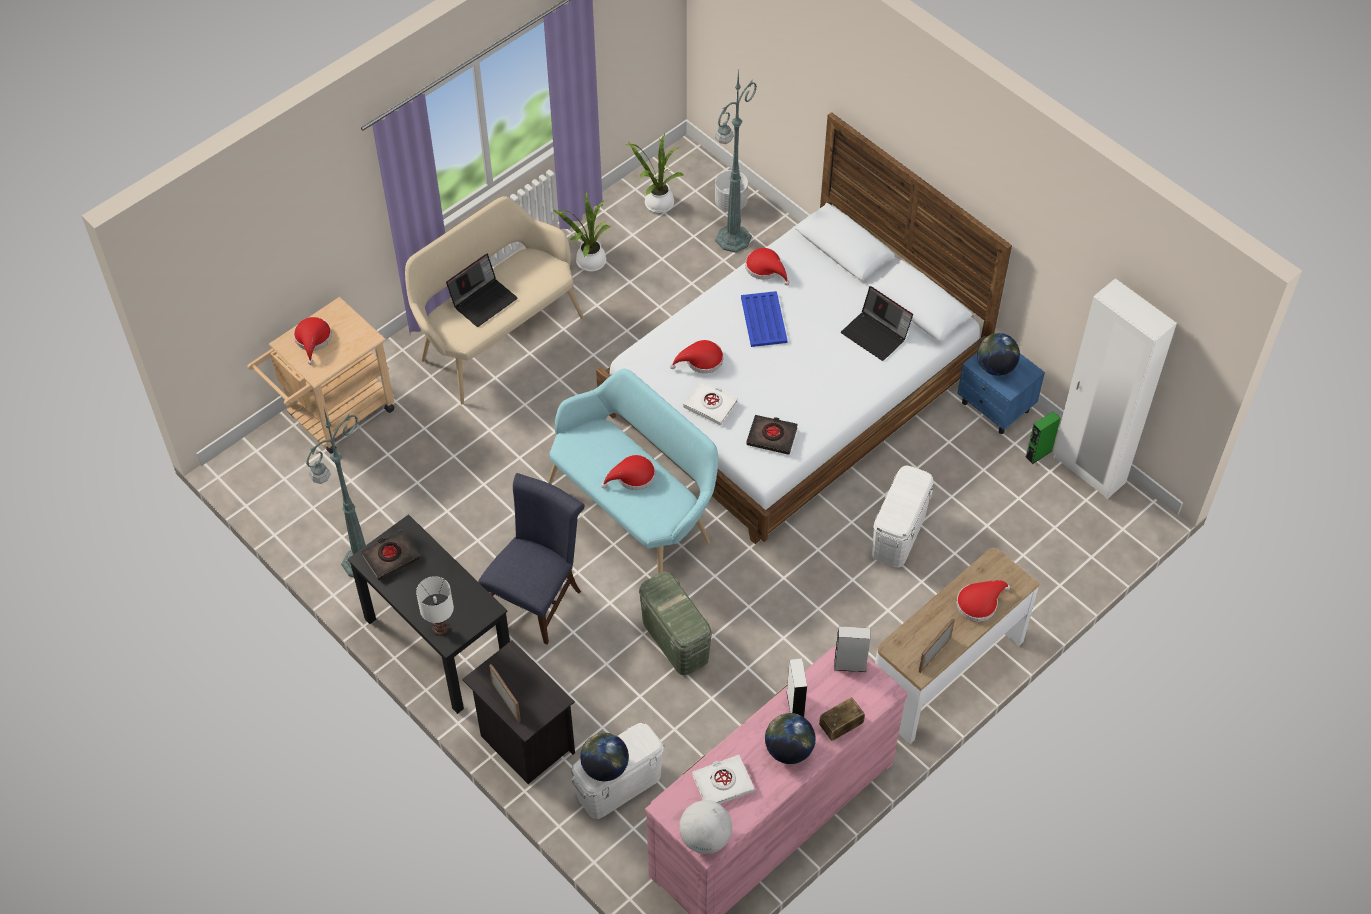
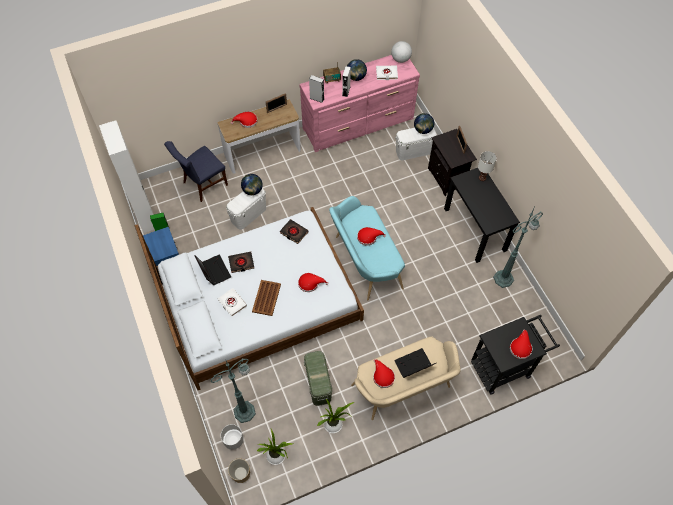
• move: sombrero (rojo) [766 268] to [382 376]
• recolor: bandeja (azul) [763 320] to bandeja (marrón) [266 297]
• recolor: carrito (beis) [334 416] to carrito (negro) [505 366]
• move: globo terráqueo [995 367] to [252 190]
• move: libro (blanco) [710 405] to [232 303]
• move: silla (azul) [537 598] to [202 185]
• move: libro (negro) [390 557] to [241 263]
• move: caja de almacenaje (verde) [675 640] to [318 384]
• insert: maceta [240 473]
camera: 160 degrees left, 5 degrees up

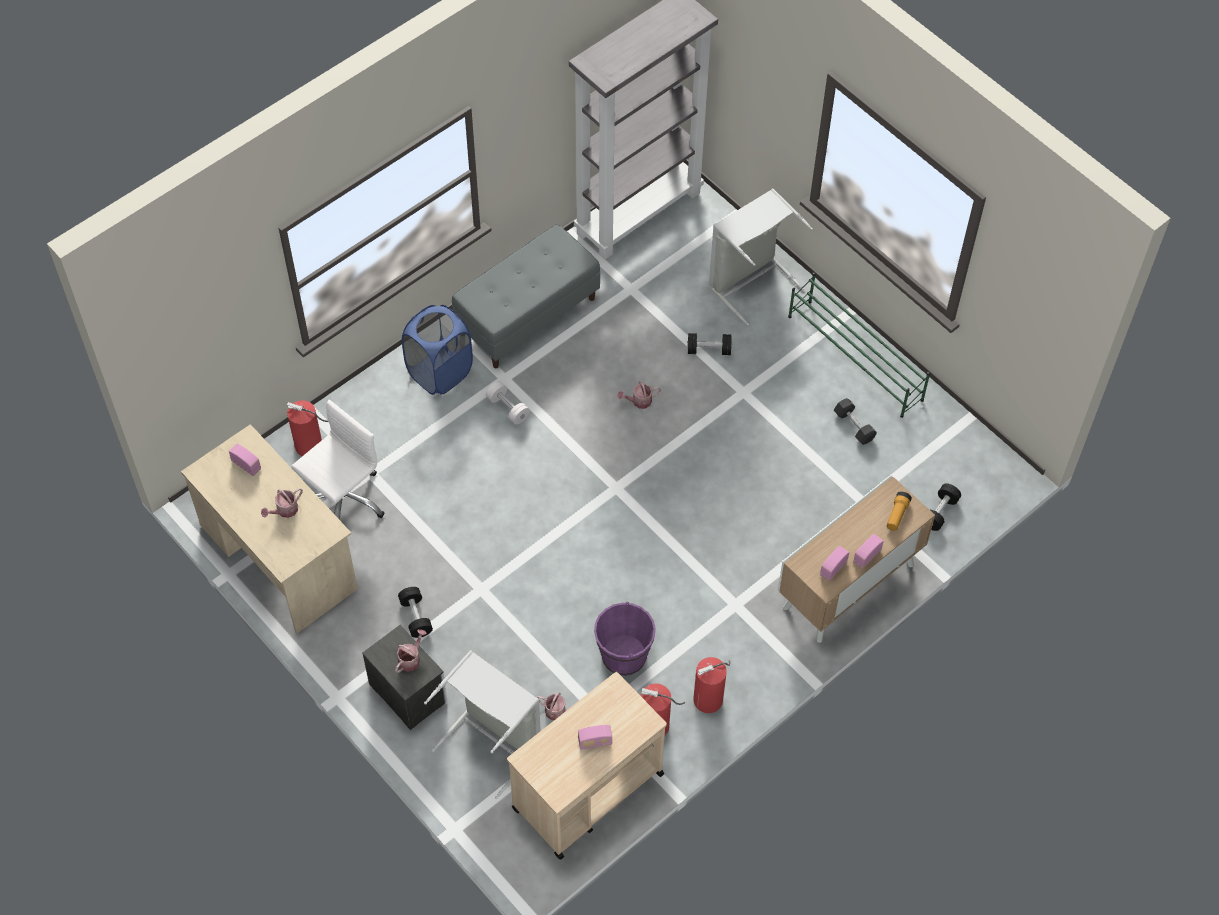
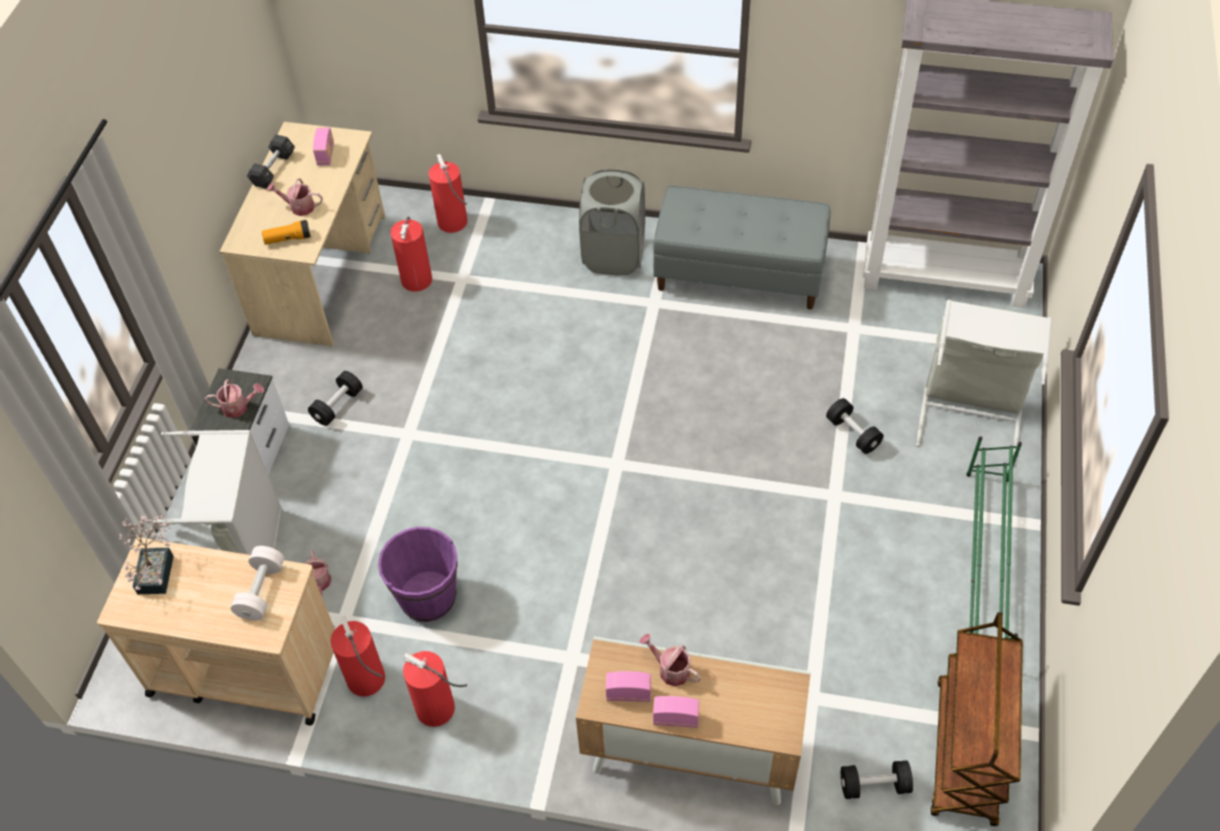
• recolor: cesto de la ropa (azul) [440 372] to cesto de la ropa (gris) [614 255]
• move: mancuerna (blanco) [508 408] to [261 591]
• move: regadera [639 401] to [670 669]
• move: mancuerna (negro) [854 426] to [273 169]
• replace: silla de oficina (blanco) [343 500] to extintor [417 278]
• move: linterna [897 515] to [288 239]
• delete: radio [595 742]
• insert: planta en maceta [157 569]
• insert: carrito (marrón) [966 753]
camera: 55 degrees right, 5 degrees down

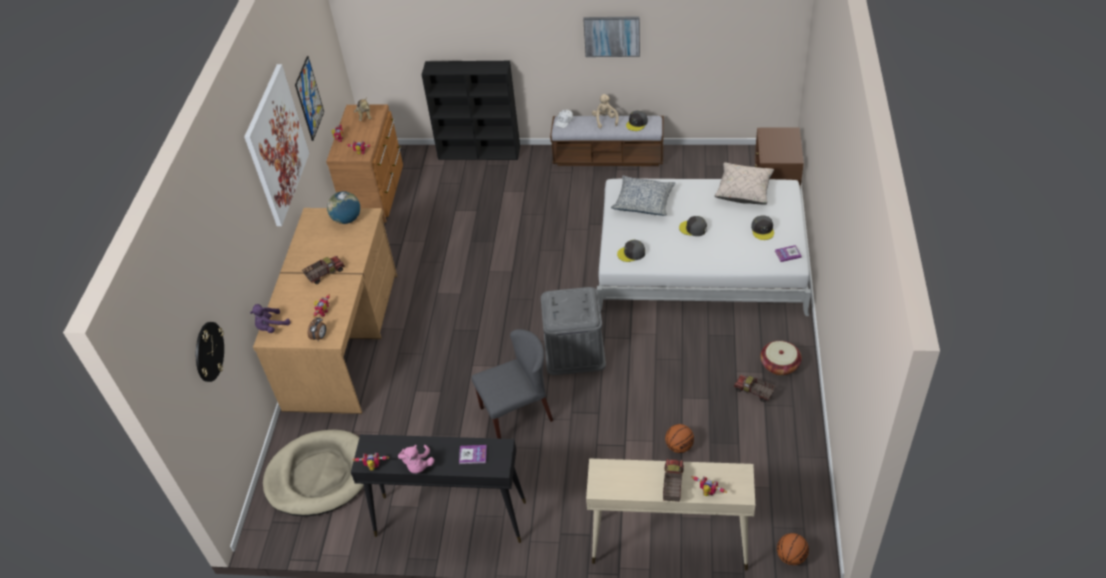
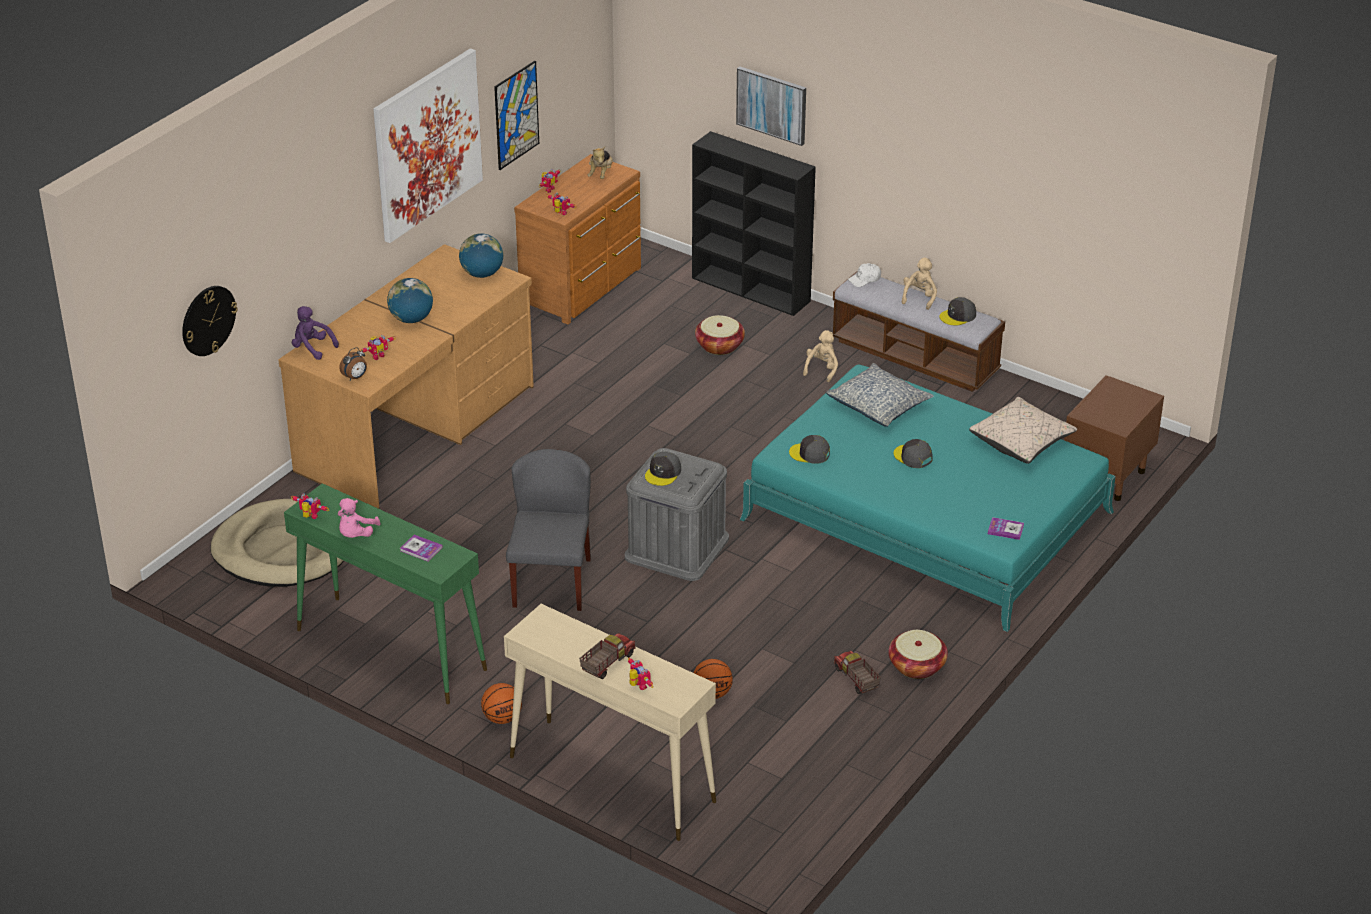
• move: cuadro [612 36] to [772 105]
• recolor: cama (blanco) [700 259] to cama (turquesa) [926 516]
• move: gorra (gris) [762 230] to [663 473]
• replace: camión de juguete [325 274] to globo terráqueo [411 319]
• rotate: peluche (morado) [271 327] = [312 348] 45 degrees clockwise
• rotate: silla (gris) [516 413] = [551 582] 90 degrees counterclockwise
• recolor: mesa consola (negro) [449 519] to mesa consola (verde) [390 649]
• move: balón de baloncesto [791 557] to [502 718]
• insert: cesta [719 346]
• insert: peluche (beis) [822 369]
camera: 25 degrees right, 10 degrees down

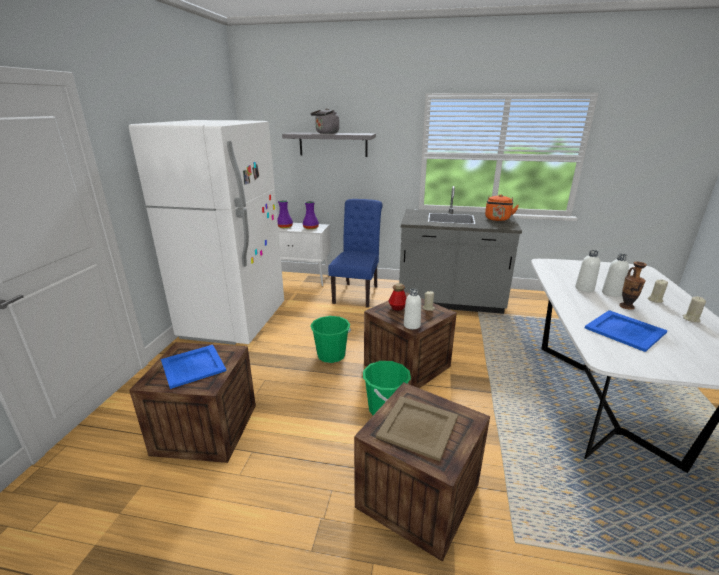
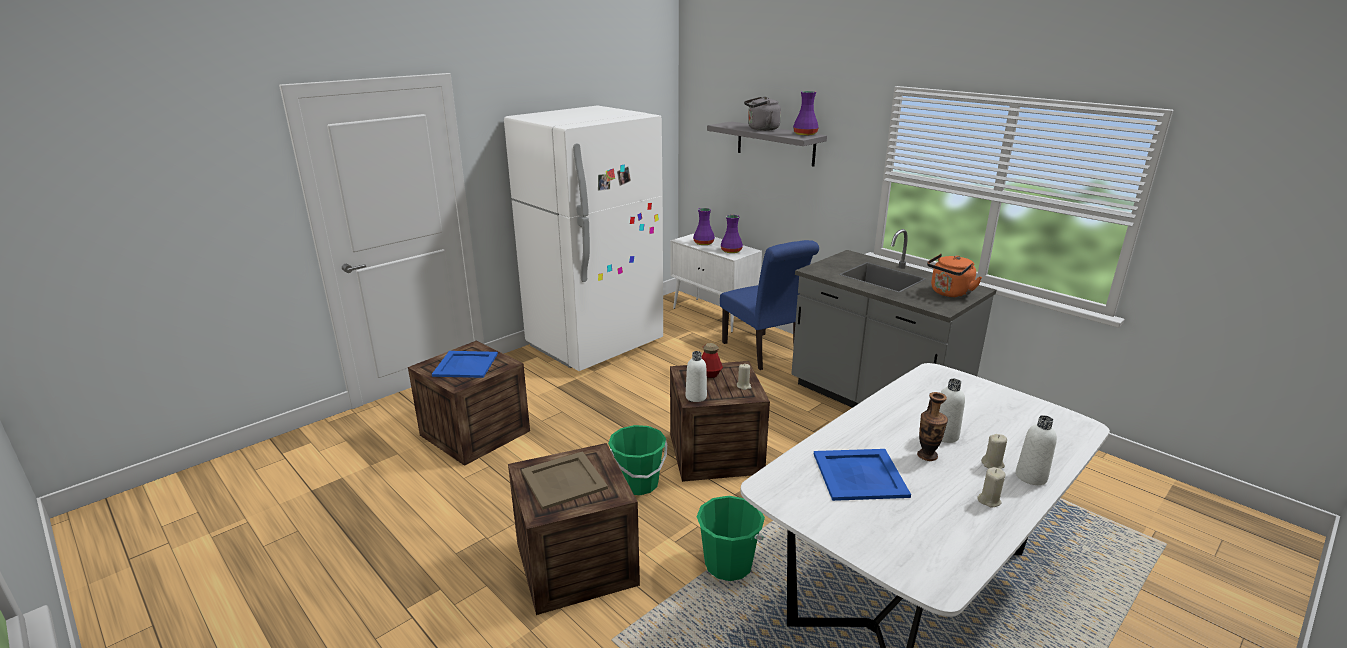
• rotate: silla (azul) [357 293] = [763 353] 105 degrees clockwise
• move: botella (blanco) [584 289] to [1031 477]
• move: cubo (verde) [331 355] to [728 564]
• insert: florero (morado) [805 134]
camera: 35 degrees right, 0 degrees up

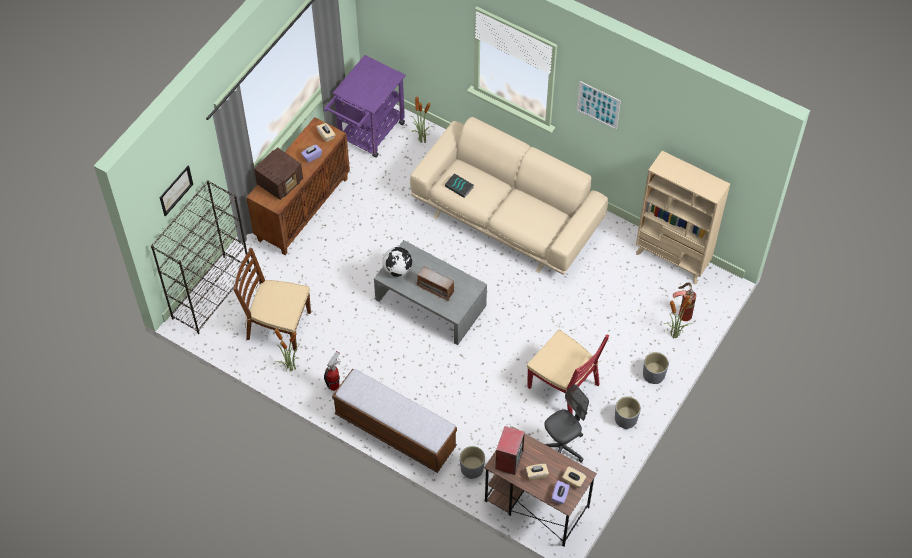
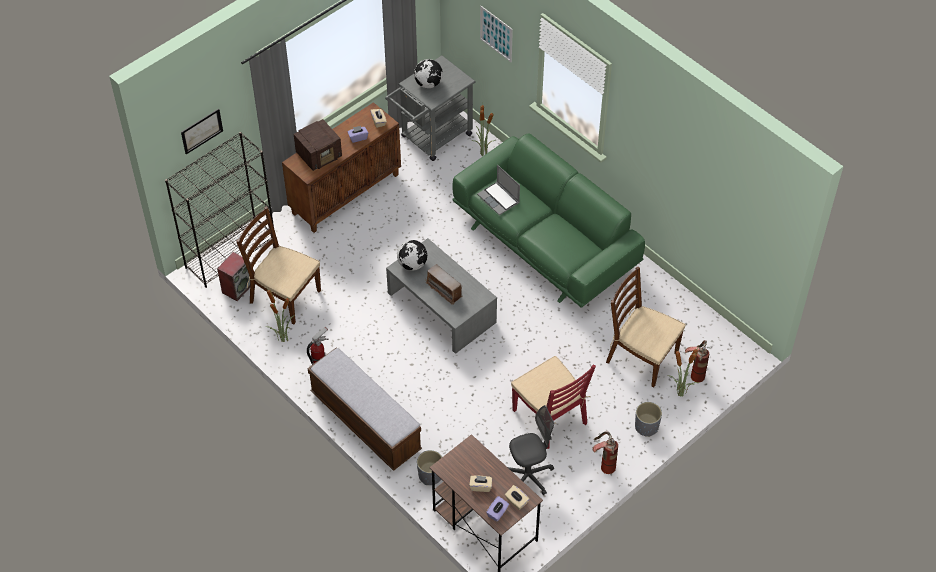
• recolor: carrito (morado) [368 135] to carrito (gris) [432 138]
• move: cuadro [598 105] to [496 33]
• recolor: sofá (beis) [508 216] to sofá (verde) [546 242]
• delete: estantería (beis) [672 259]
• replace: libro [459 186] to portátil [499 199]
• replace: maceta (gris) [626 419] to extintor [603 463]
• move: altavoz [509 459] to [237 288]
• insert: globo terráqueo [428 84]
• insert: silla (marrón) [641 357]
camera: 15 degrees right, 5 degrees down

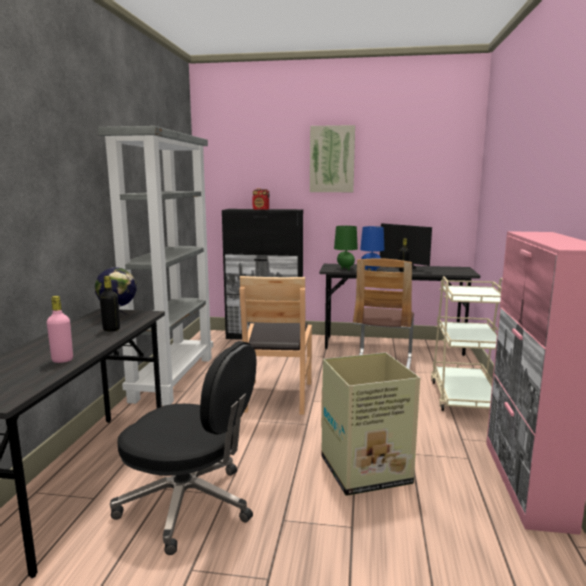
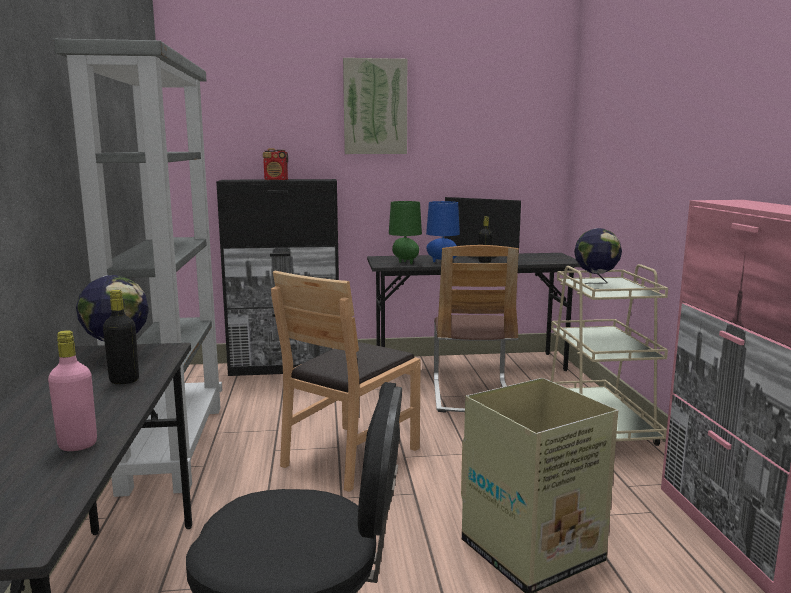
• rotate: silla (marrón) [277 396] = [350 456] 45 degrees clockwise
• insert: globo terráqueo [595 285]
camera: 15 degrees left, 0 degrees up

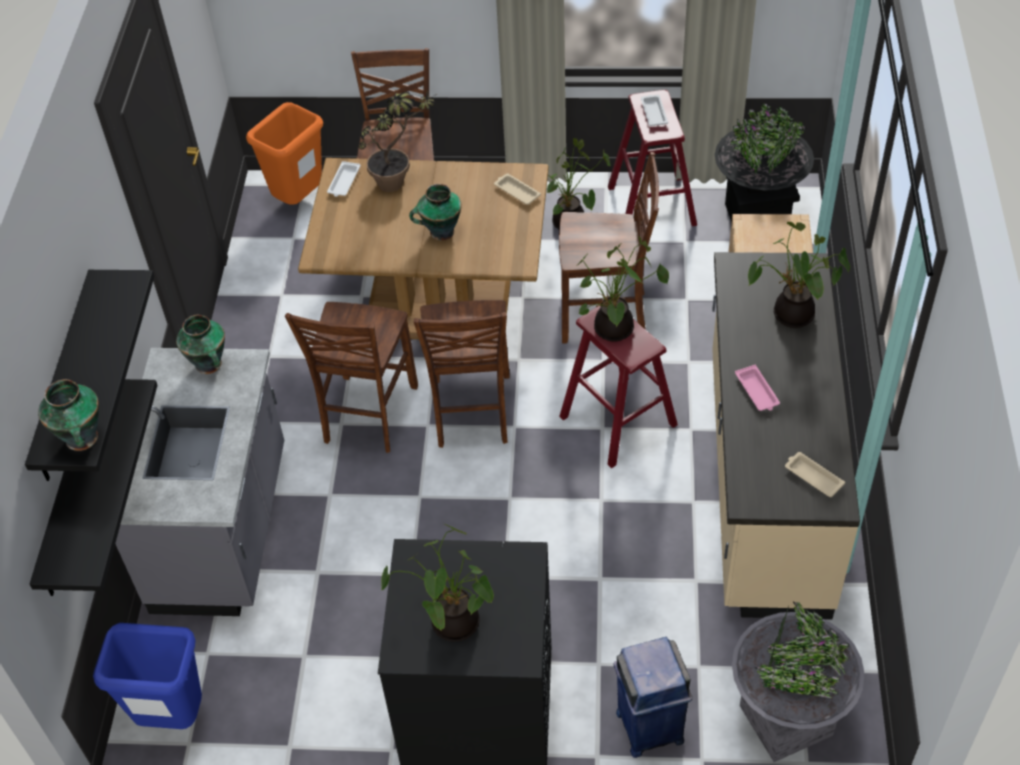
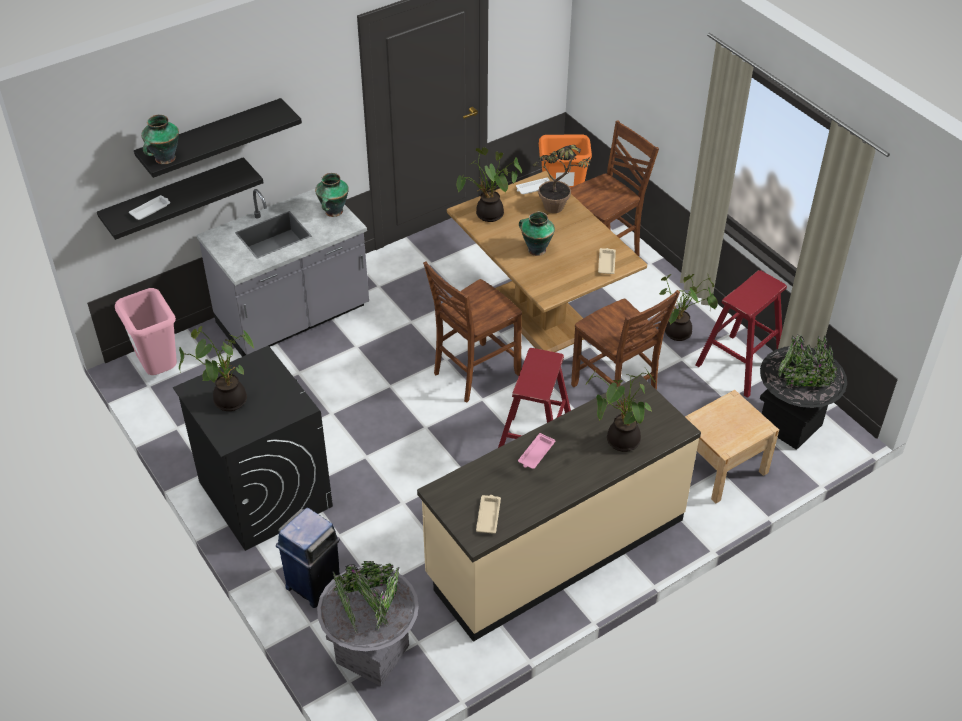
• move: bandeja (blanco) [653 112] to [151 209]
• move: planta en maceta [615 331] to [488 216]
• delete: silla (marrón) [367 415]
• recolor: papelera (azul) [172 718] to papelera (rosa) [159 370]
camera: 50 degrees right, 5 degrees down

